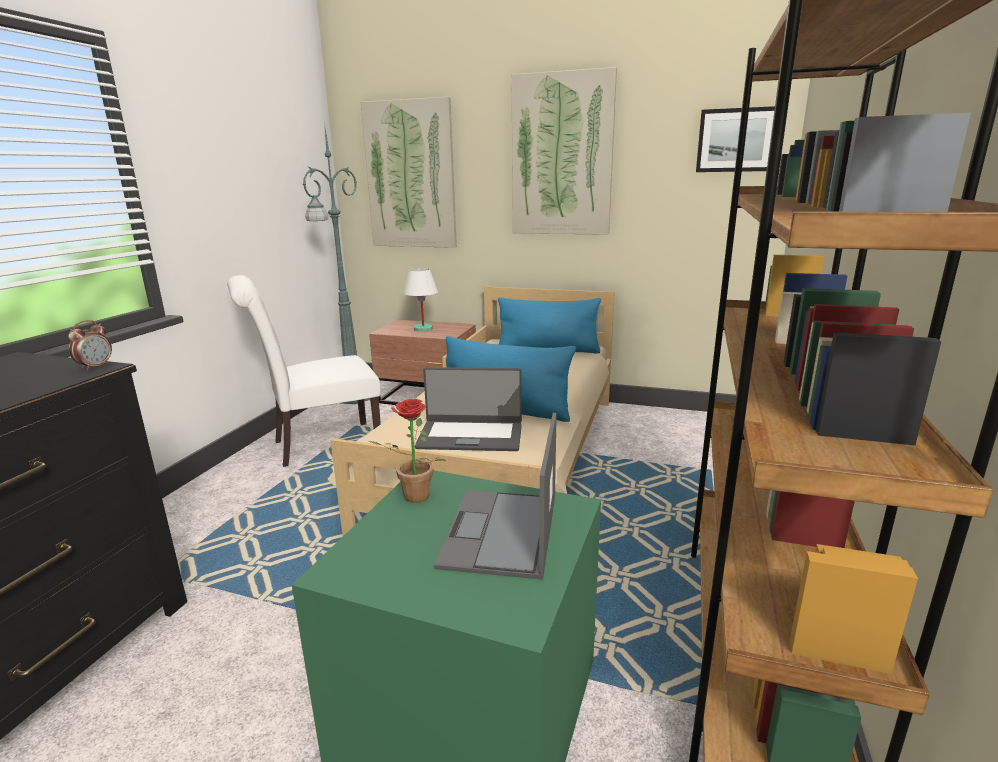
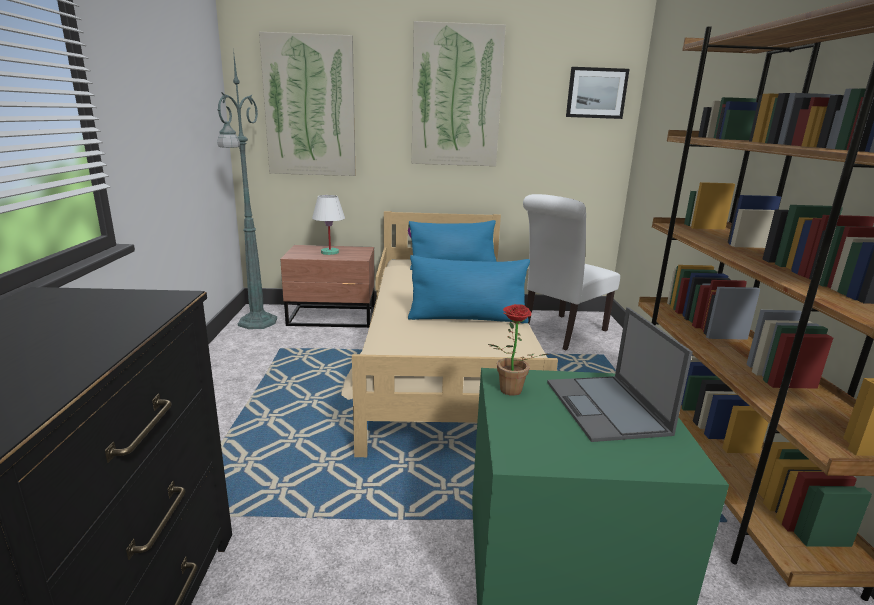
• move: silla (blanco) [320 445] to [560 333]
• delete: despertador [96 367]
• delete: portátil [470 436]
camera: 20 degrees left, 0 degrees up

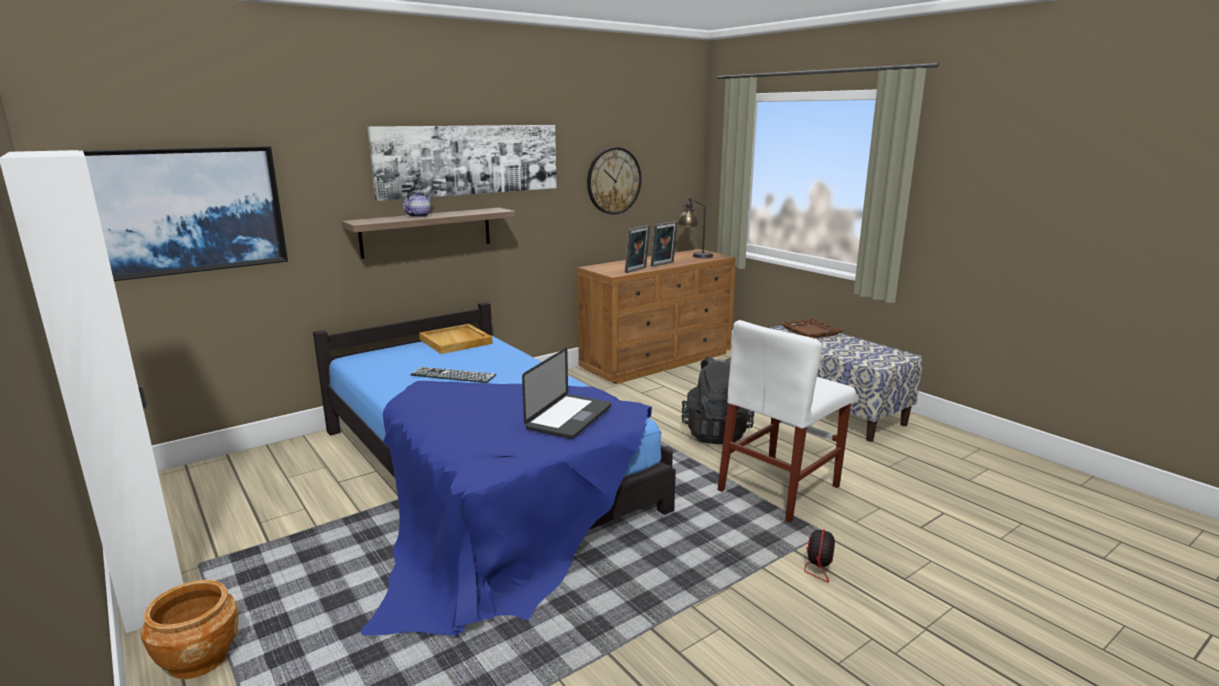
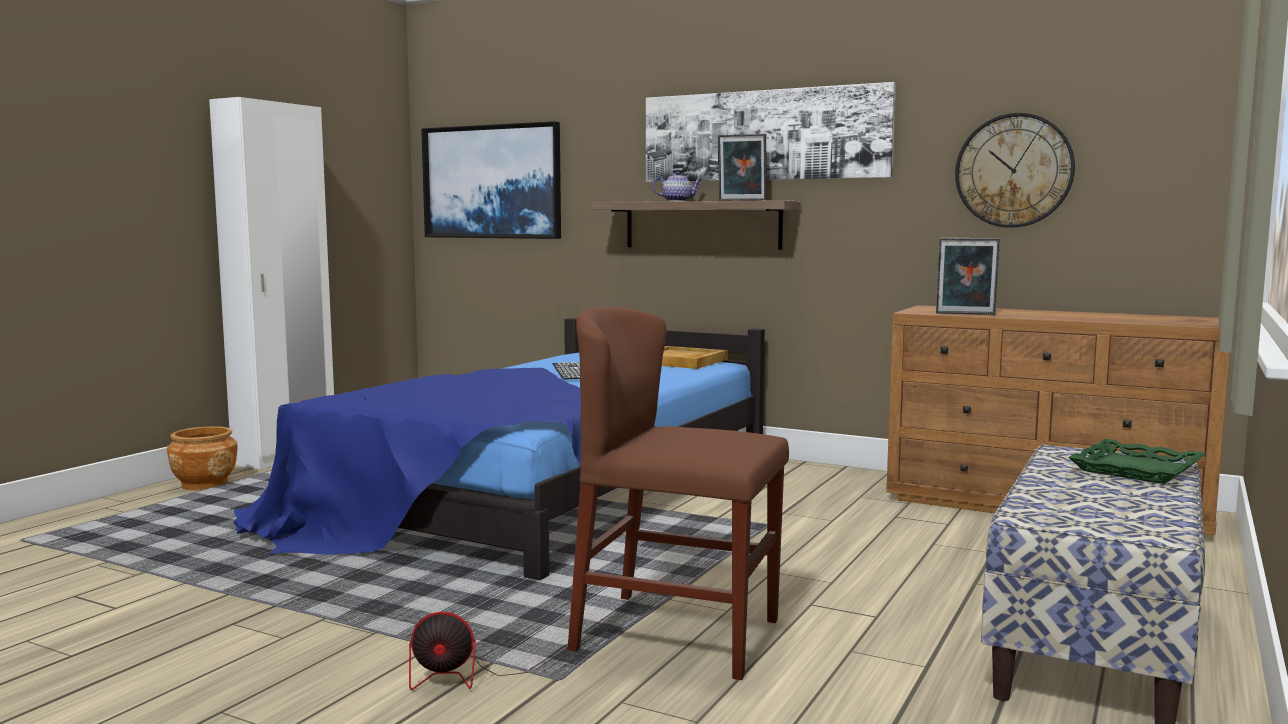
• delete: lámpara de mesa [694 256]
• move: portarretratos [663 264] to [741 200]
• recolor: bandeja (marrón) [810 332] to bandeja (verde) [1135 469]
• recolor: silla (blanco) [779 488] to silla (marrón) [677 635]
• delete: portátil [569 417]
• delete: mochila (negro) [716 433]
camera: 65 degrees right, 10 degrees down

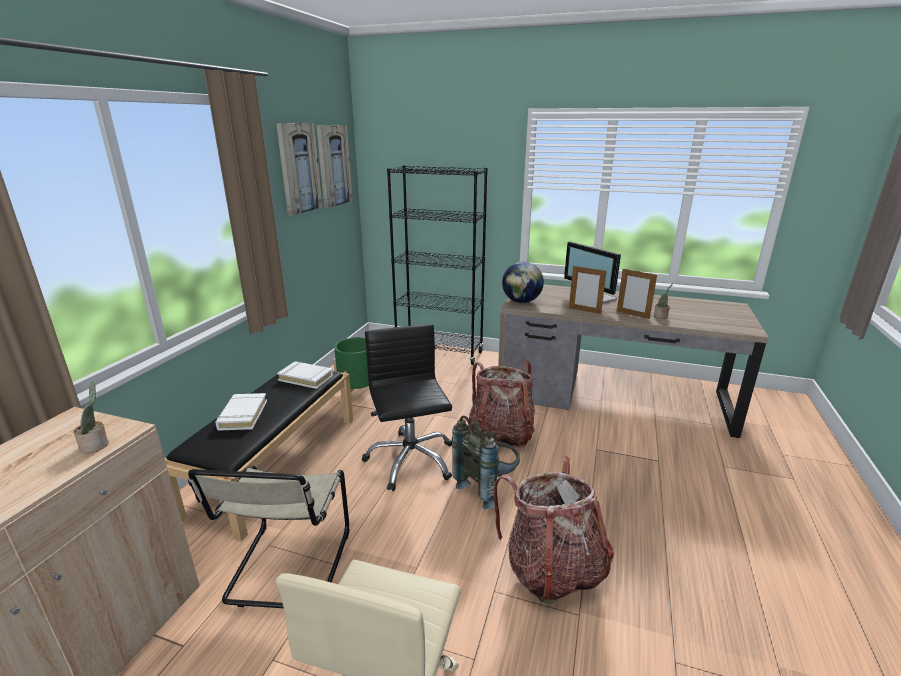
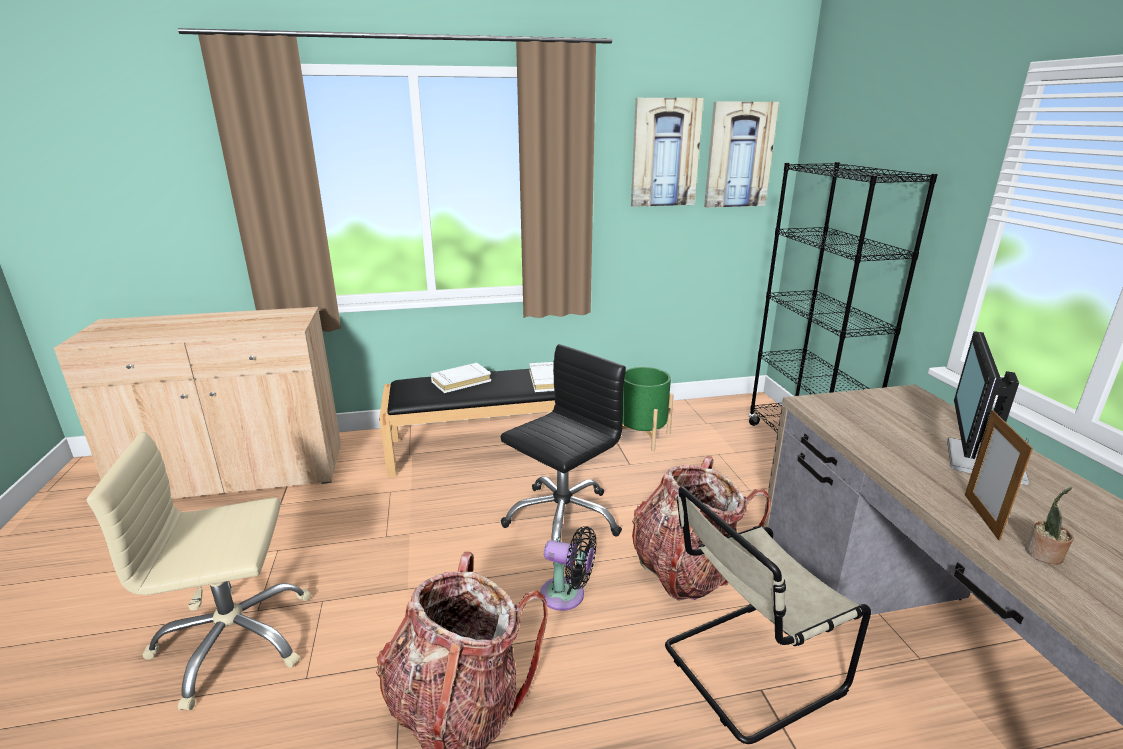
• delete: globo terráqueo [521 301]
• delete: portarretratos [584 310]
• delete: planta en maceta [96 445]
• replace: mochila (gris) [487 486] to ventilador (negro) [567 595]
• move: silla (beis) [288 569] to [746 670]
camera: 60 degrees right, 0 degrees up

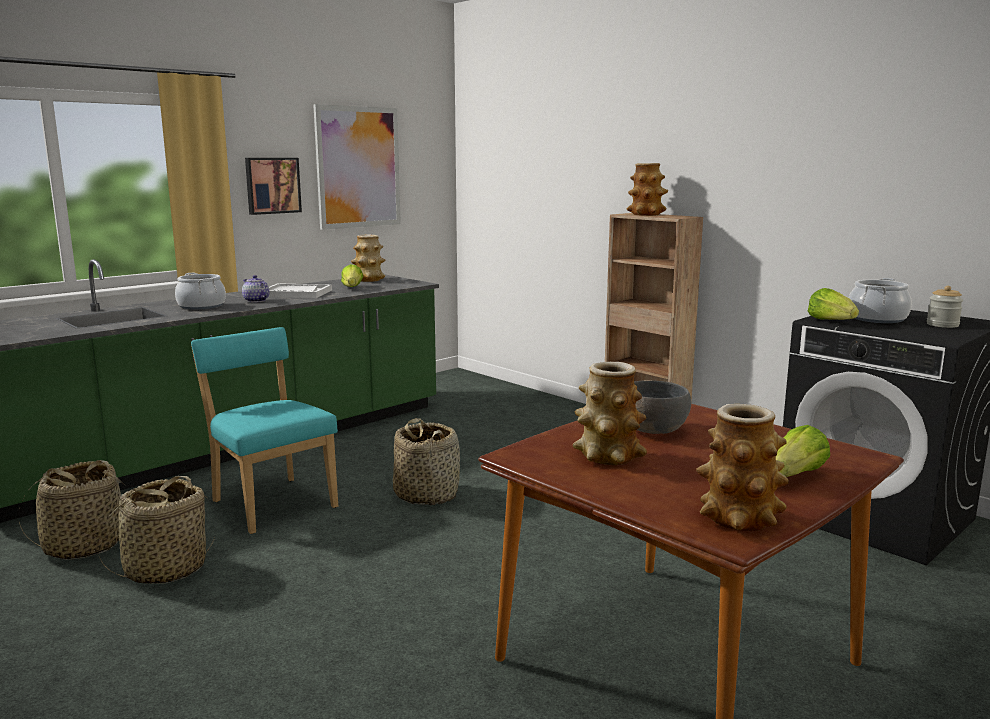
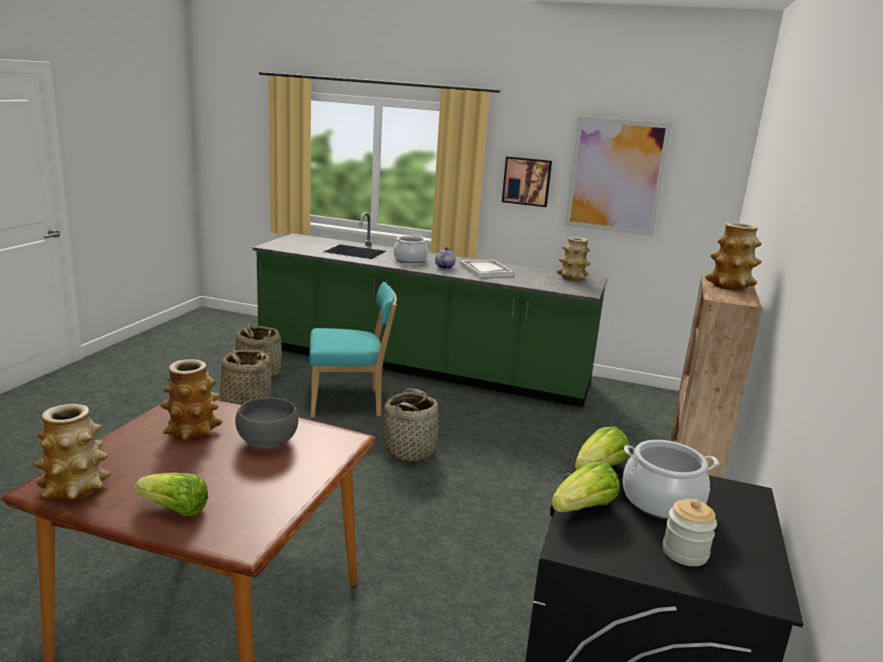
• move: lechuga [352 288] to [584 508]
• rotate: silla (turquesa) [271 502] = [349 403] 60 degrees clockwise
camera: 60 degrees right, 5 degrees up

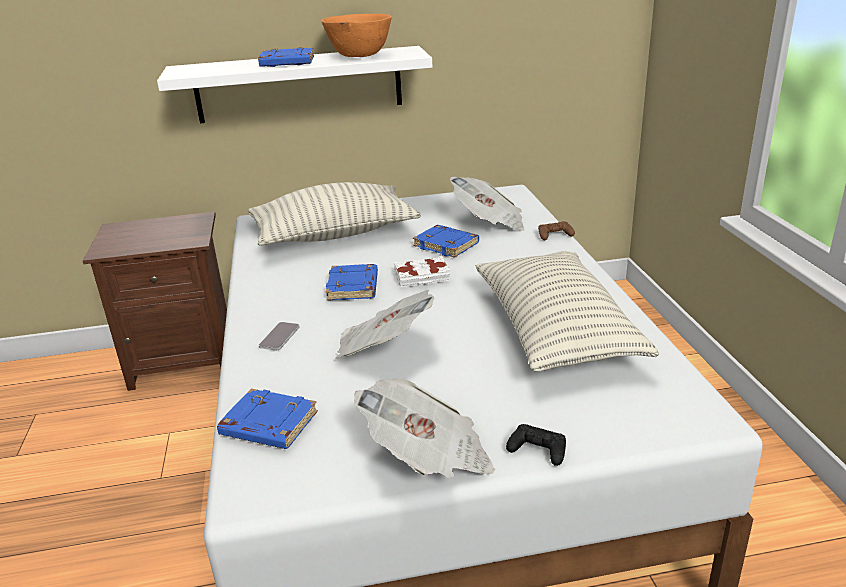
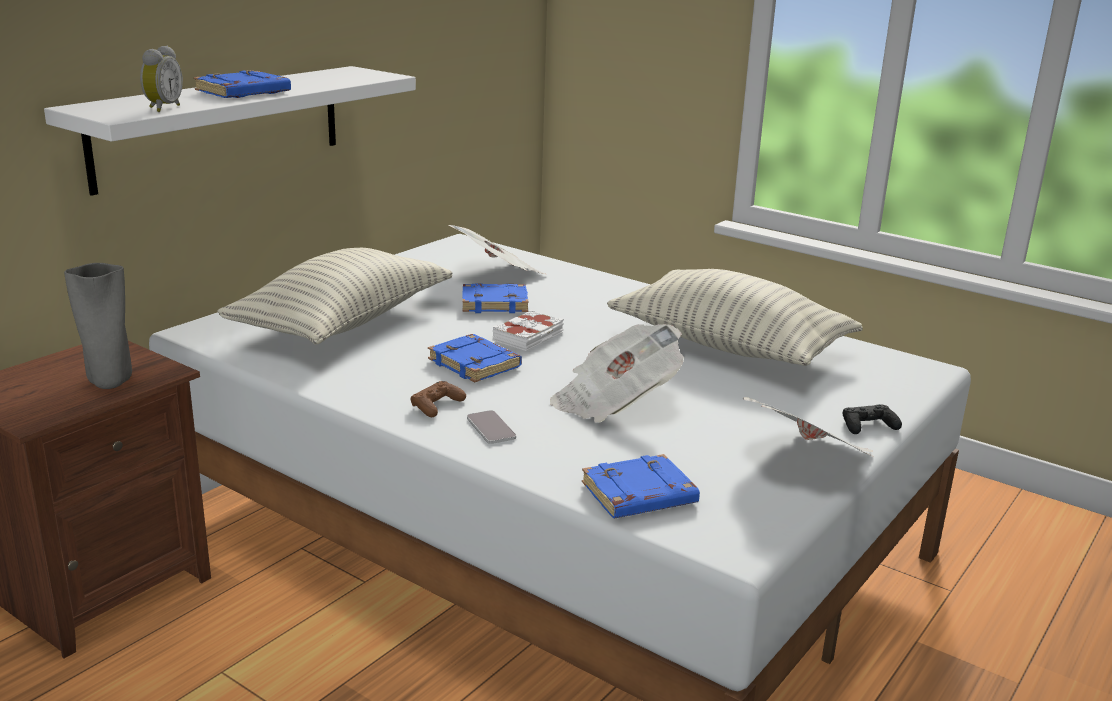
• delete: cuenco (naranja) [359 56]
• move: mando de consola (marrón) [554 235] to [437 405]
• insert: despertador [162 108]
• insert: florero (gris) [109 383]
camera: 45 degrees left, 5 degrees down

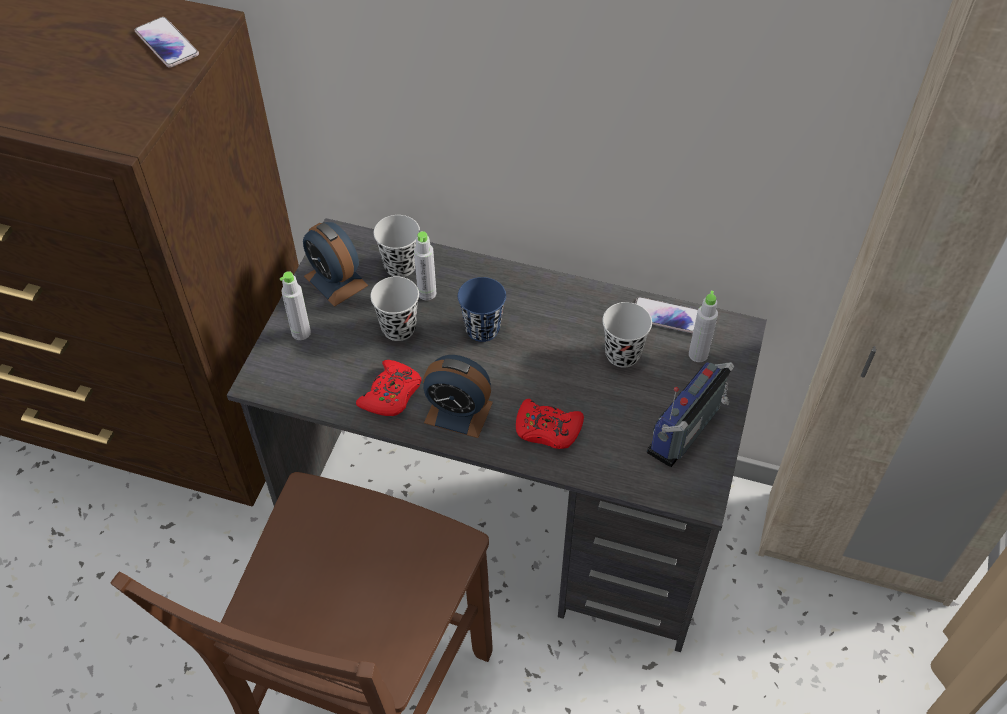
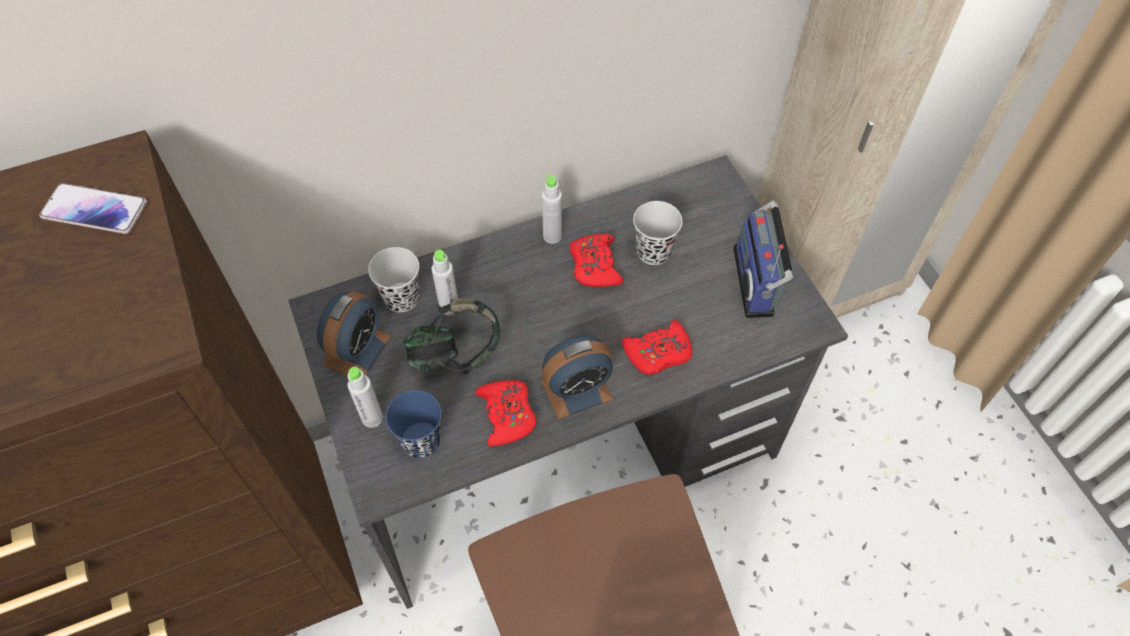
• rotate: despertador [336 281] = [357 350] 75 degrees counterclockwise
• replace: taza (negro) [398 328] to auriculares [455 354]
• move: taza (azul) [482 329] to [421 441]
• move: botella (gris) [698 354] to [552 236]
• delete: móvil [665 316]
• insert: mando de consola (rojo) [595 265]
camera: 40 degrees left, 5 degrees up

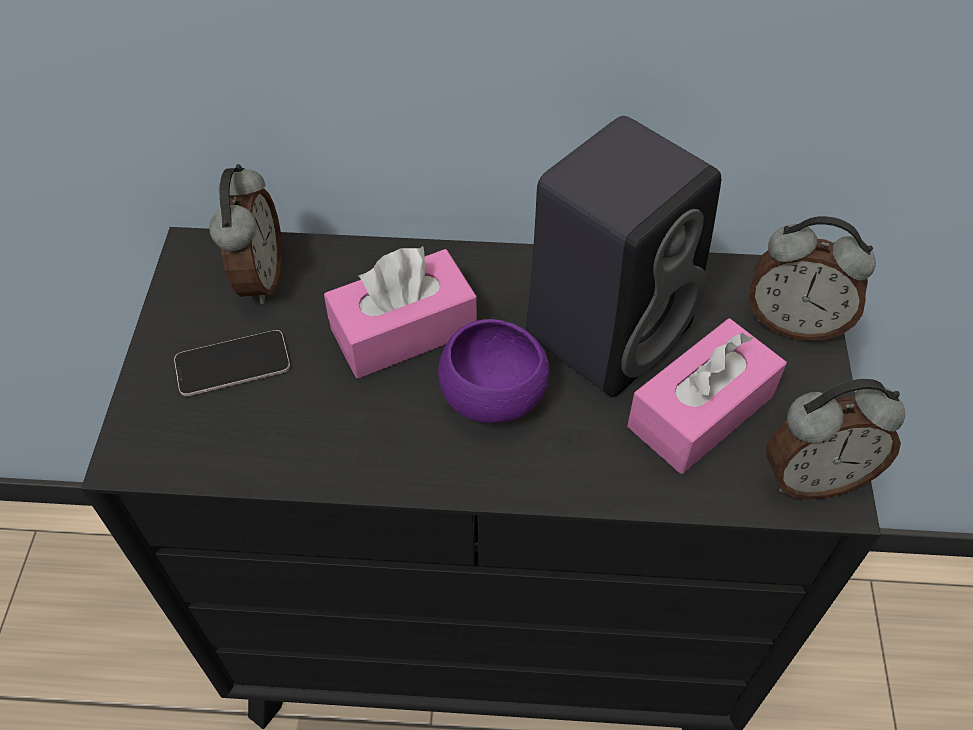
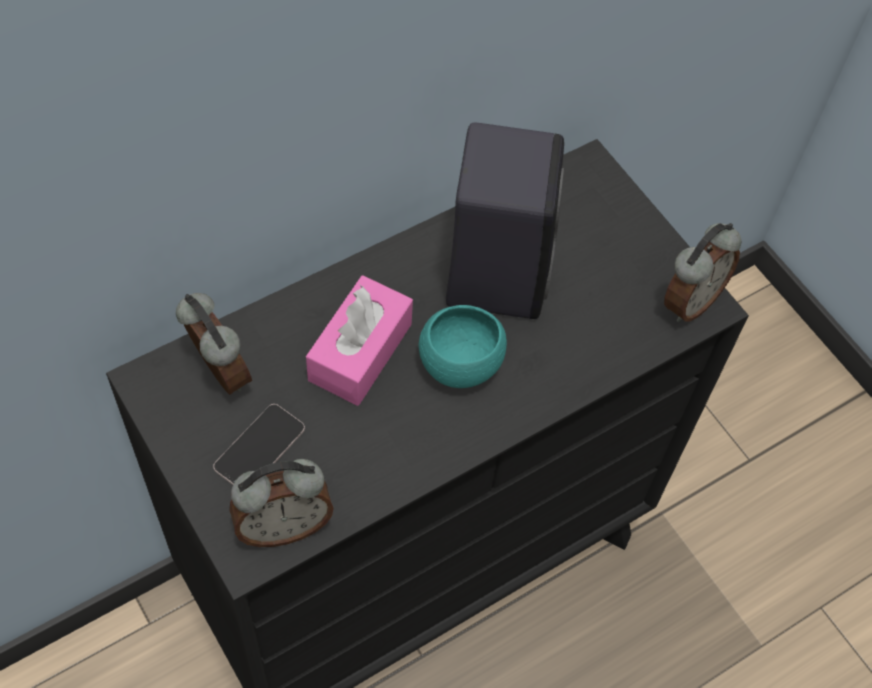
• move: despertador [794 322] to [283 525]
• delete: caja de pañuelos (rosa) [700 411]
• recolor: cuenco (morado) [493 398] to cuenco (turquesa) [460 364]
camera: 40 degrees left, 5 degrees up

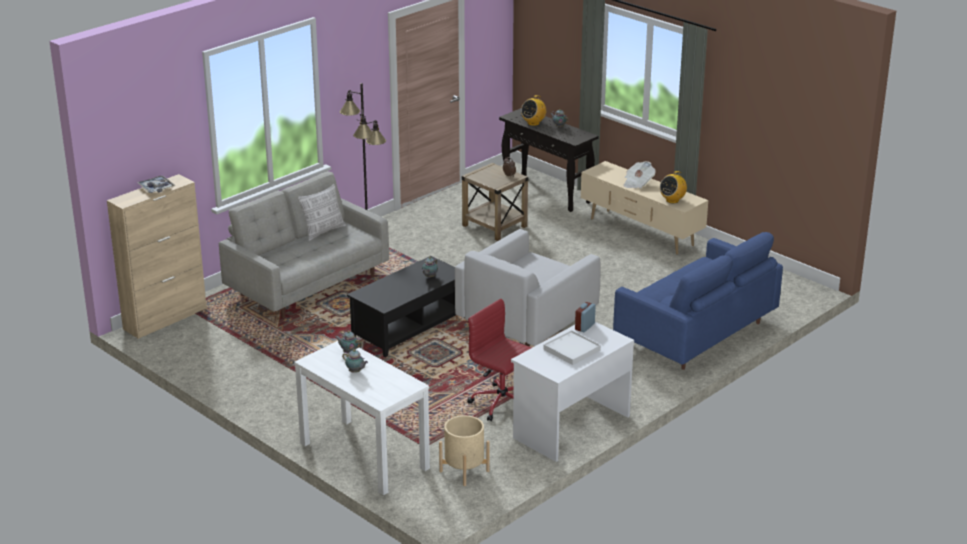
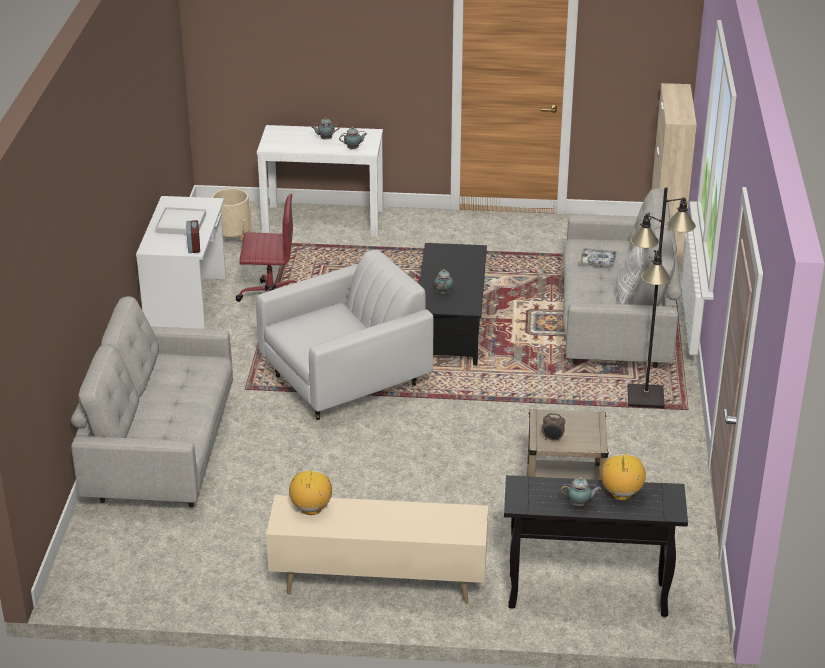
• delete: periódico [637 183]
• move: bandeja [156 188] to [598 261]
• rotate: sillón (blanco) [526 326] = [346 381] 60 degrees clockwise
• recolor: sofá (azul) [695 334] to sofá (gris) [162 452]
camera: 140 degrees right, 5 degrees up

